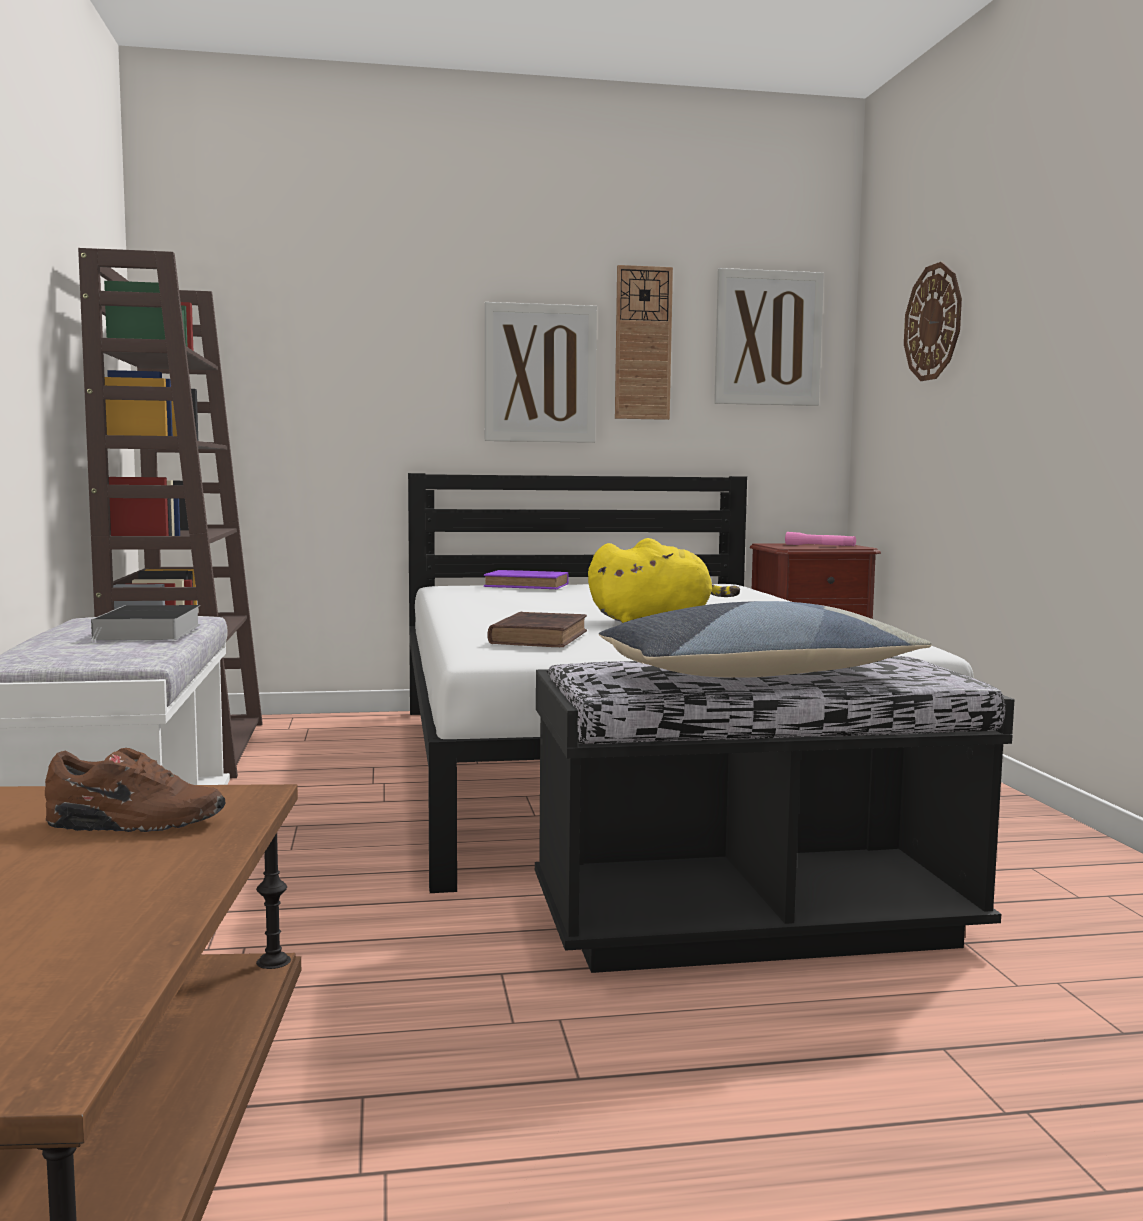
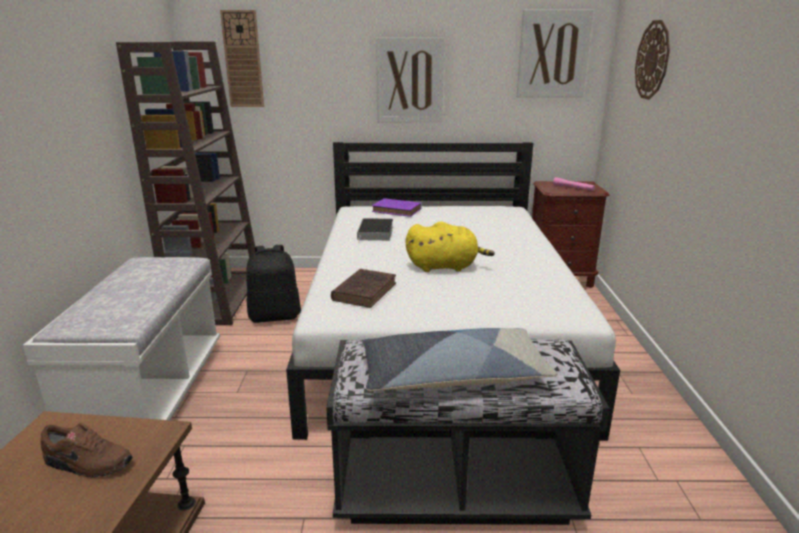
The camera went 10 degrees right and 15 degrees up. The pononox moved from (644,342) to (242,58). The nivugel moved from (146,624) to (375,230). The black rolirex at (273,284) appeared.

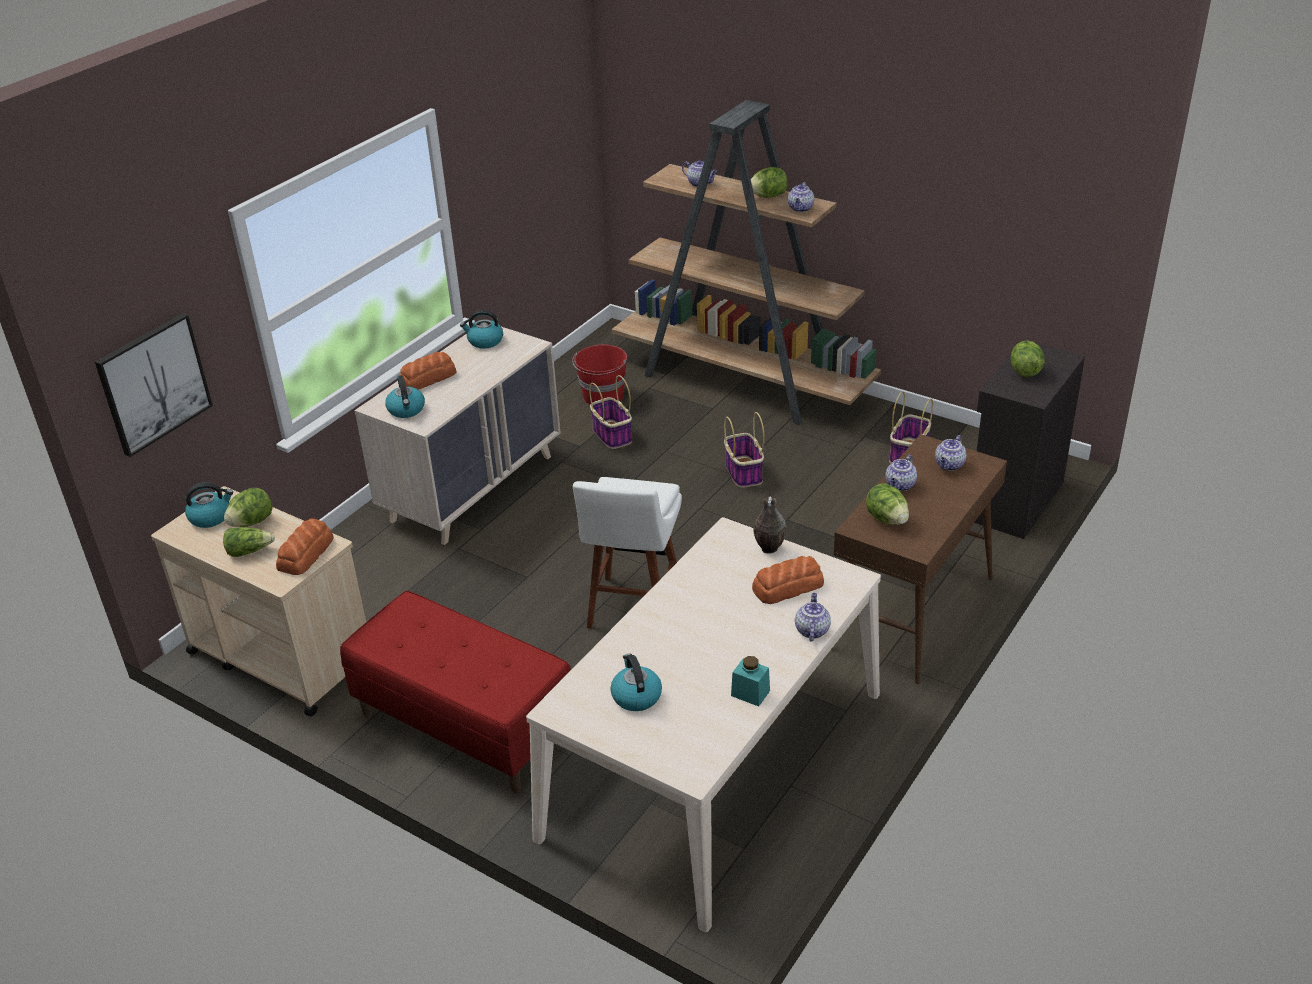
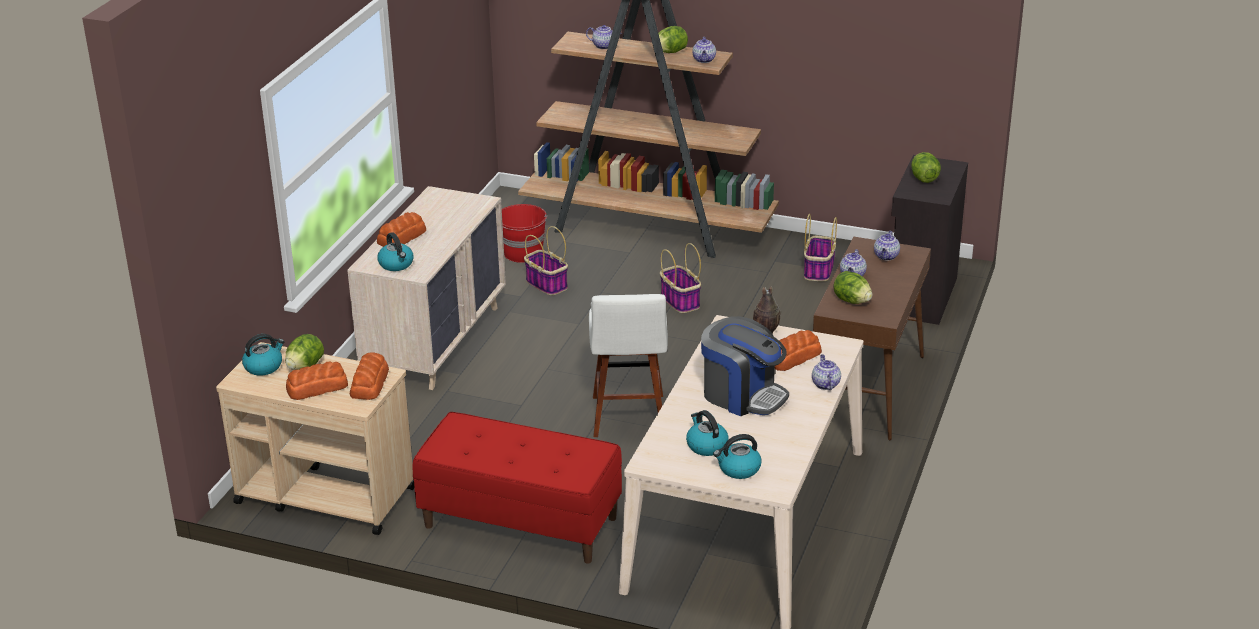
The camera went 15 degrees left and 5 degrees down. The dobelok moved from (481,329) to (737,456). The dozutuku at (154,385) disappeared. The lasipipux at (249,542) was replaced by the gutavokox at (317,380). The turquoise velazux at (750,681) disappeared. The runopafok at (745,366) appeared.

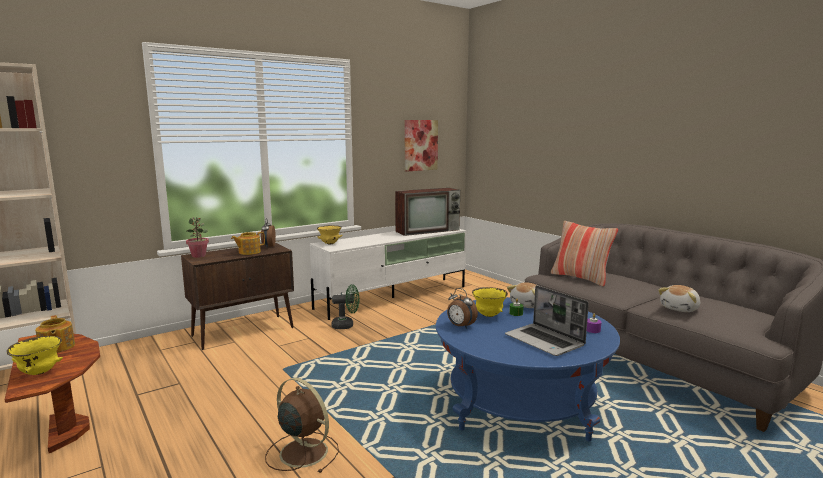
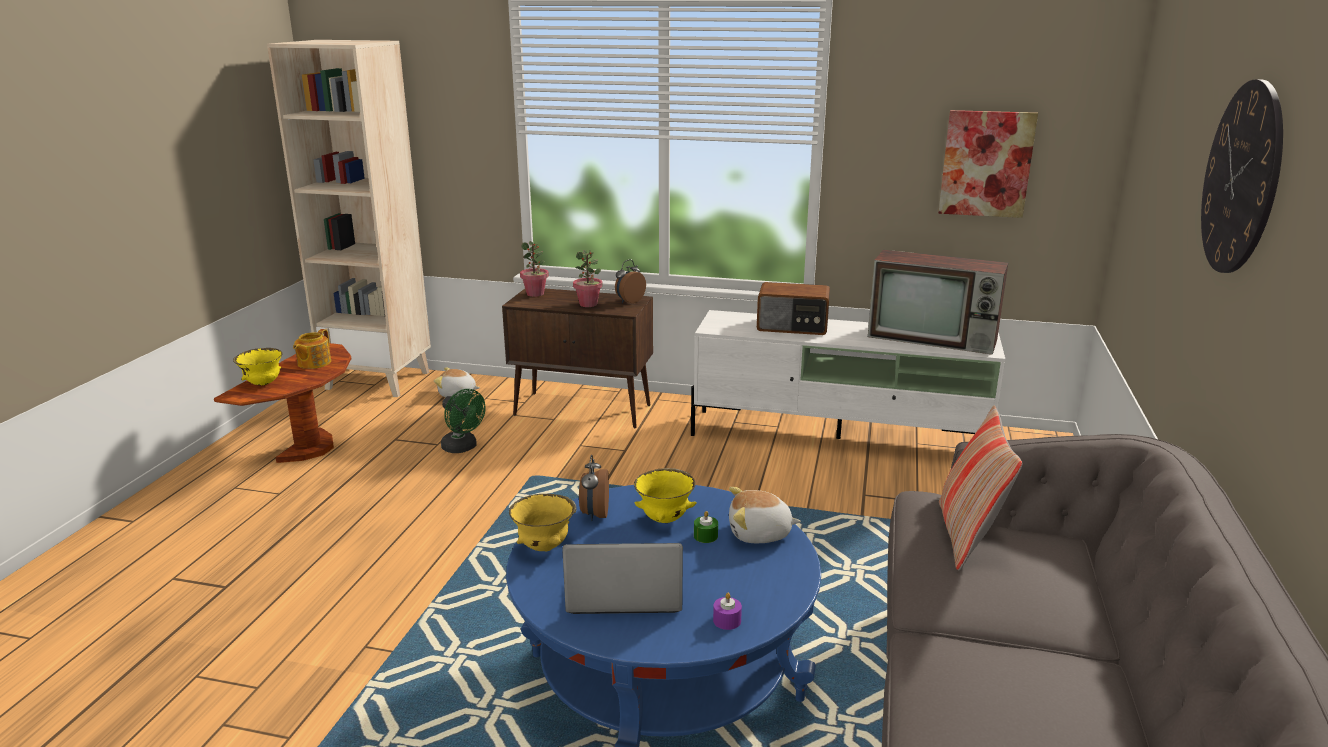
The camera went 50 degrees right and 10 degrees up. The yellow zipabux moved from (329,234) to (543,523). The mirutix at (248,243) was replaced by the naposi at (588,278). The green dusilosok moved from (345,306) to (463,421). The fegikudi at (547,320) turned 75 degrees clockwise. The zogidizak moved from (679,298) to (457,382). The brown dusilosok at (302,425) disappeared. The pononox at (1242,176) appeared. The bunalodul at (793,308) appeared.

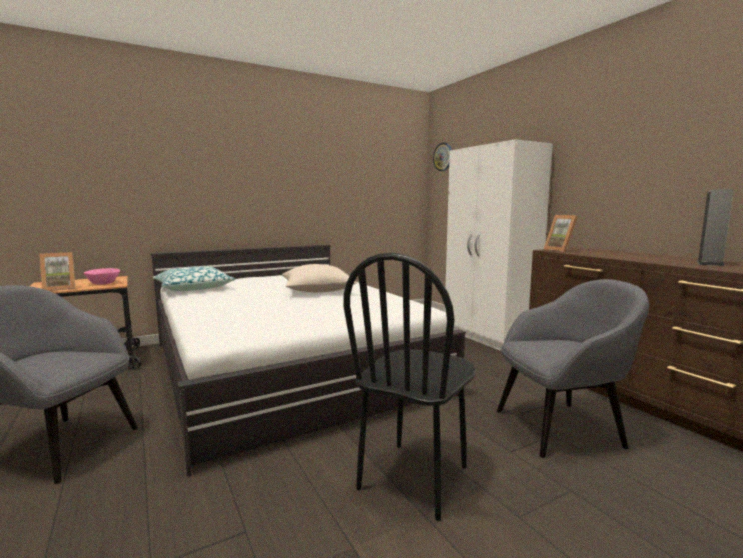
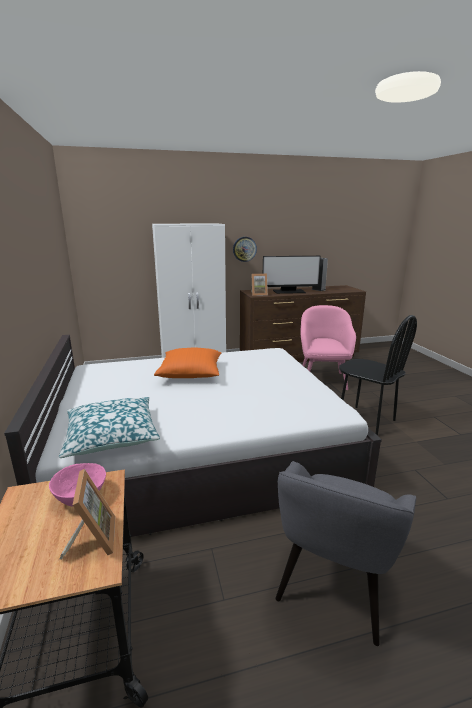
The camera went 75 degrees left and 10 degrees up. The pononox moved from (442,157) to (245,249). The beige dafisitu at (319,278) became the orange dafisitu at (188,363). The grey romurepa at (573,368) became the pink romurepa at (328,347). The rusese at (291,275) appeared.

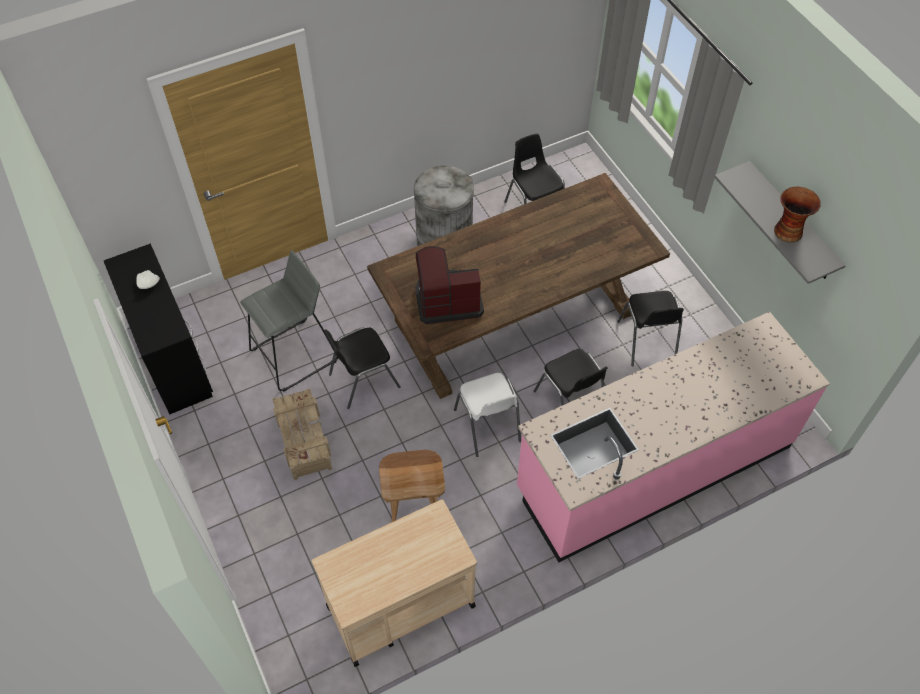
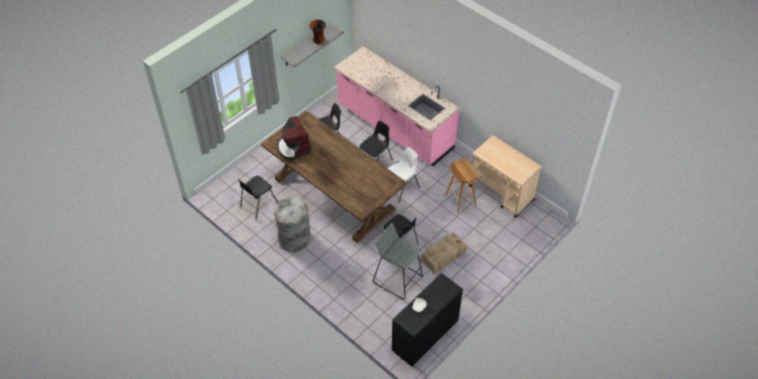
The camera went 110 degrees left and 5 degrees down. The runopafok moved from (450,285) to (294,138).

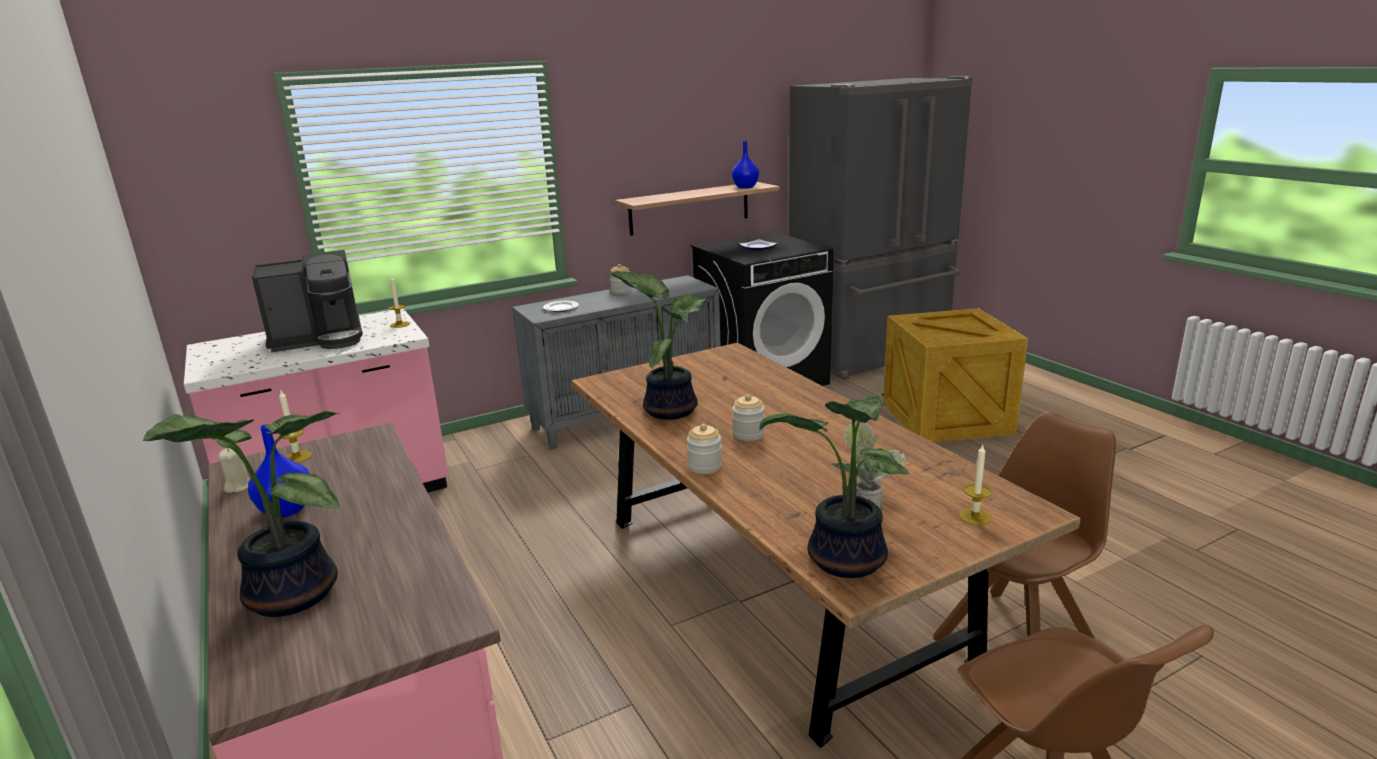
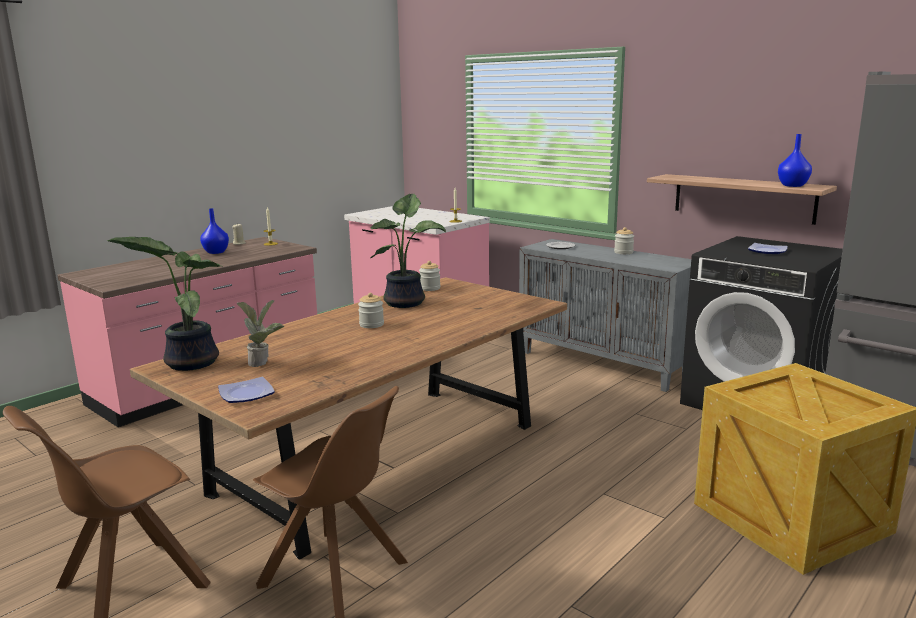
The camera went 70 degrees right and 5 degrees down. The runopafok at (307,301) disappeared. The naposi at (241,514) disappeared. The velazux moved from (704,449) to (429,276). The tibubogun at (975,485) was replaced by the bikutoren at (246,390).

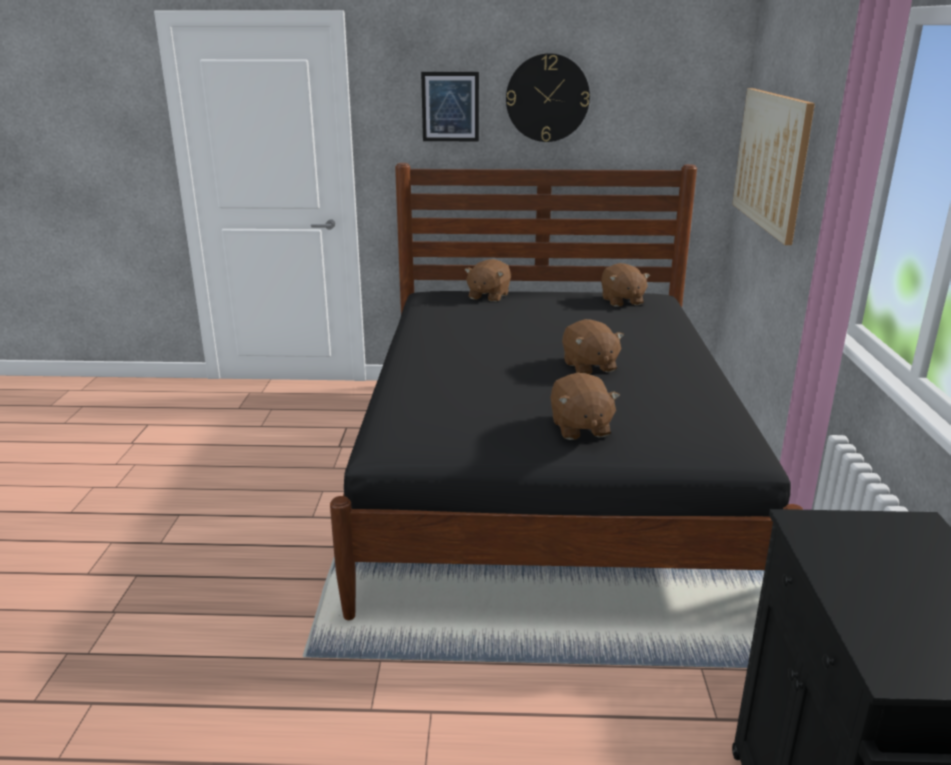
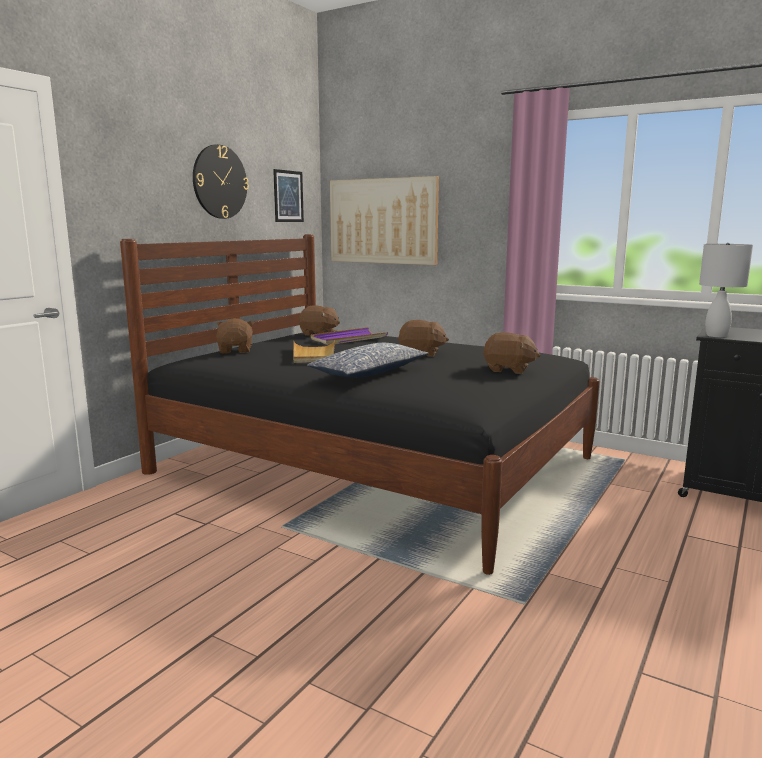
The camera went 60 degrees left and 10 degrees down. The dozutuku moved from (450,106) to (288,195). The brown zogidizak at (487,280) turned 150 degrees counterclockwise. The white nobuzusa at (726,290) appeared. The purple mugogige at (349,336) appeared. The beige mugogige at (314,351) appeared. The dafisitu at (368,360) appeared.

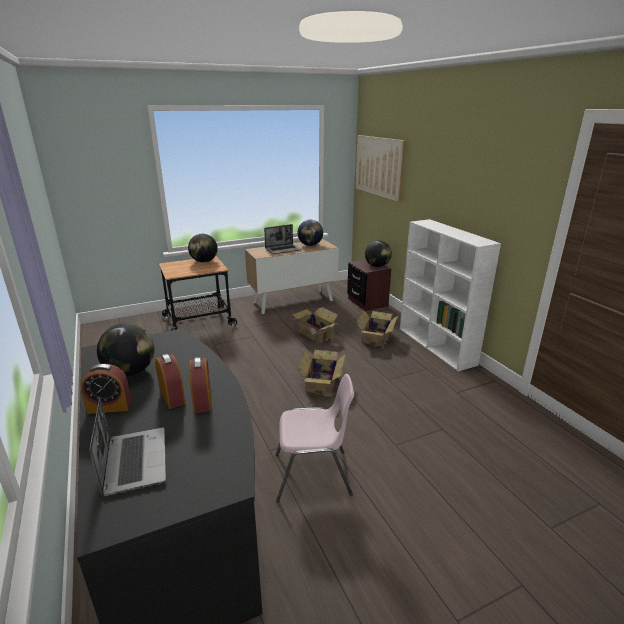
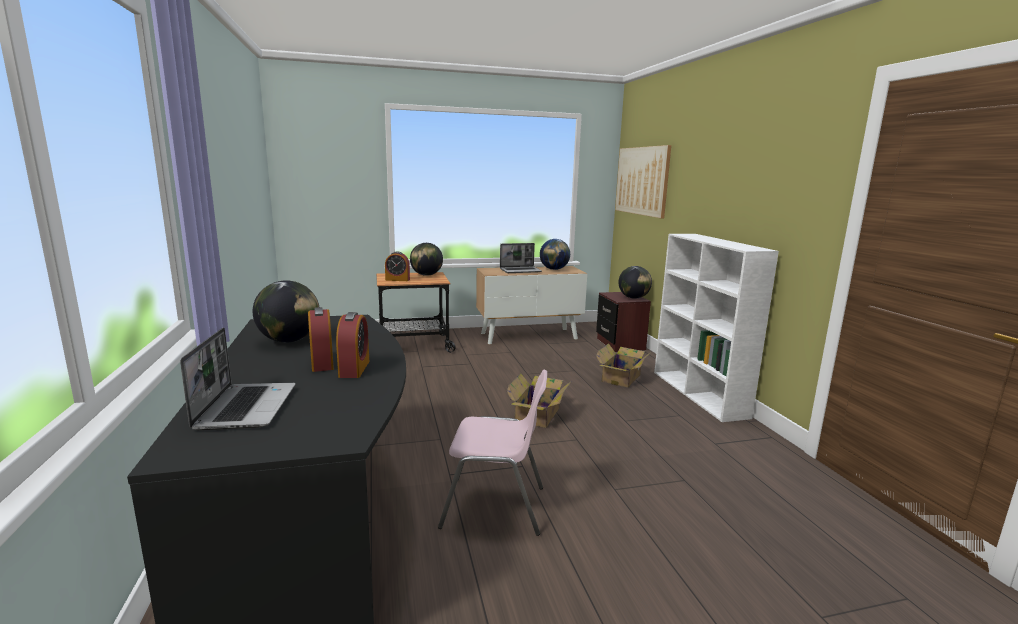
The camera went 10 degrees right and 10 degrees down. The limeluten at (316,327) disappeared. The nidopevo moved from (106,389) to (397,266).

